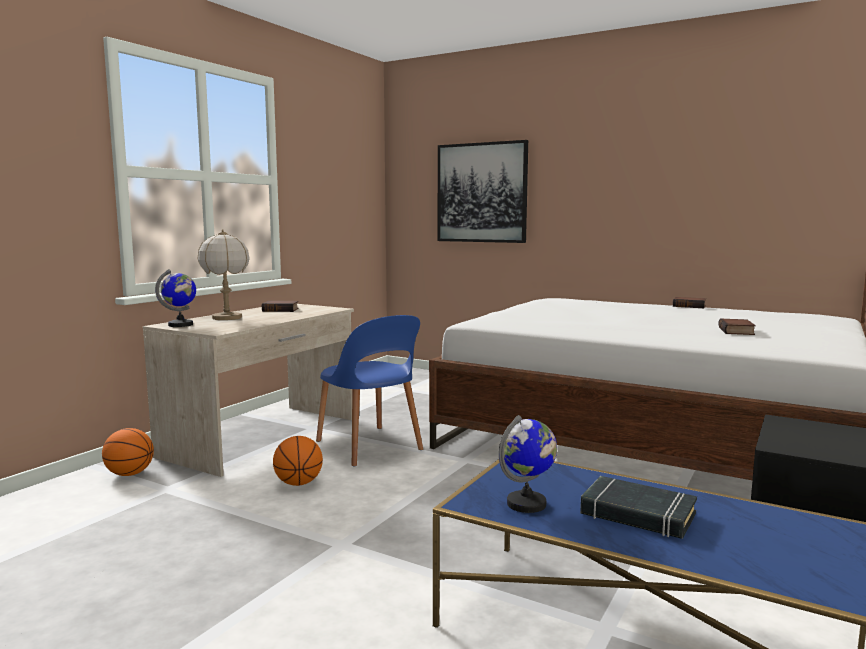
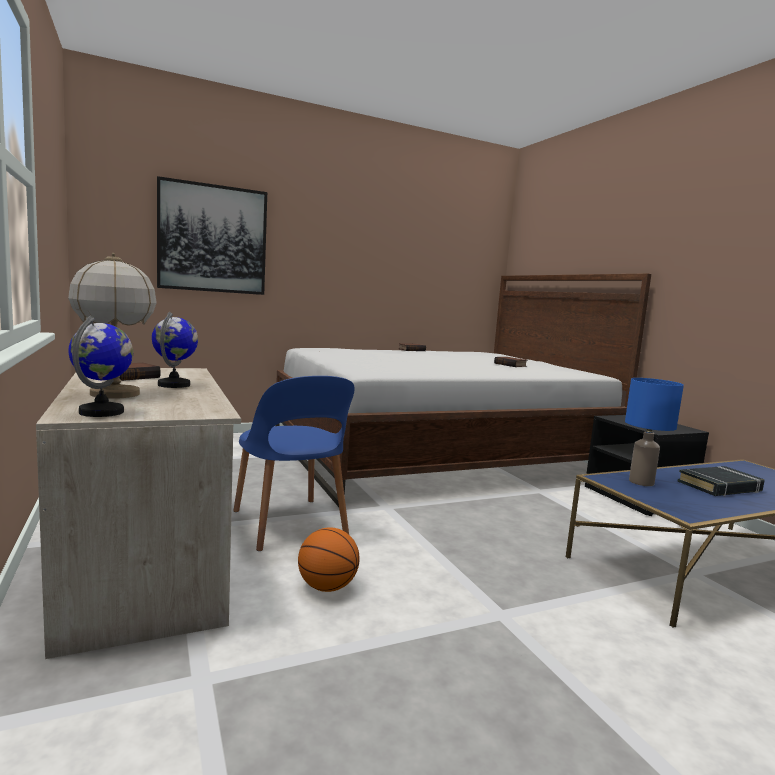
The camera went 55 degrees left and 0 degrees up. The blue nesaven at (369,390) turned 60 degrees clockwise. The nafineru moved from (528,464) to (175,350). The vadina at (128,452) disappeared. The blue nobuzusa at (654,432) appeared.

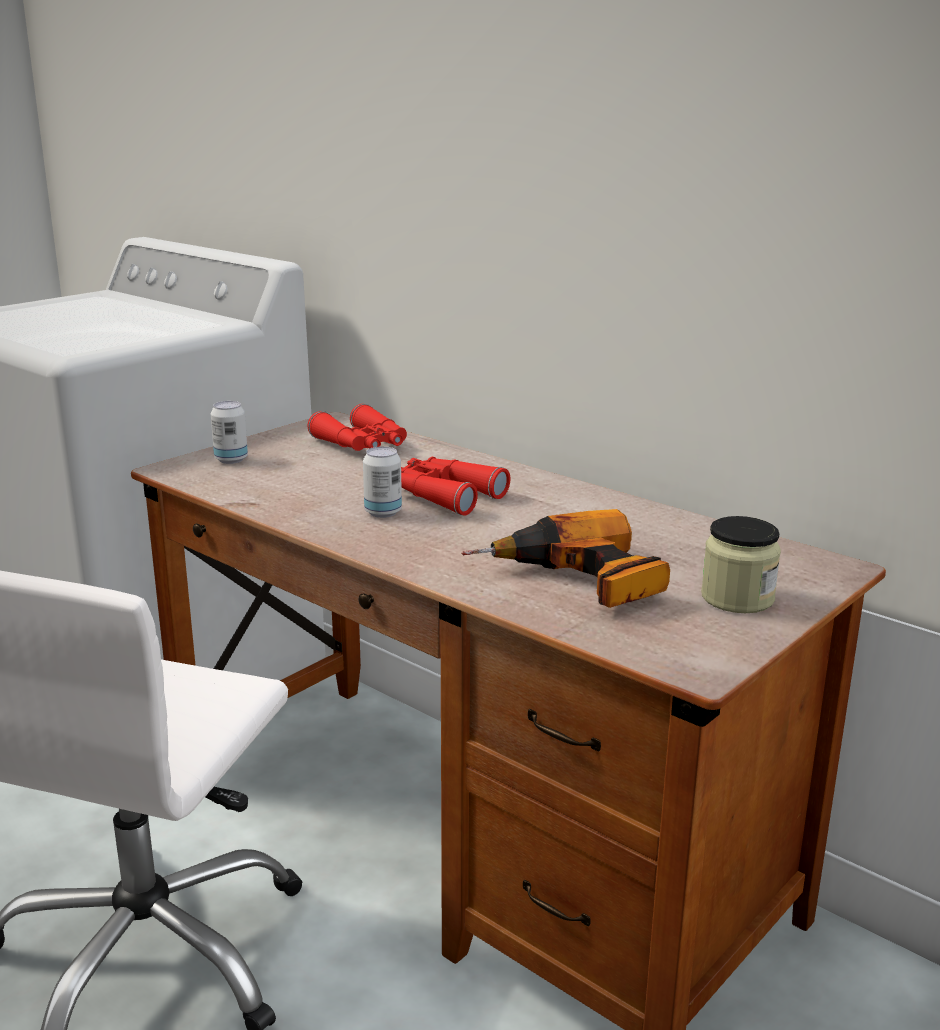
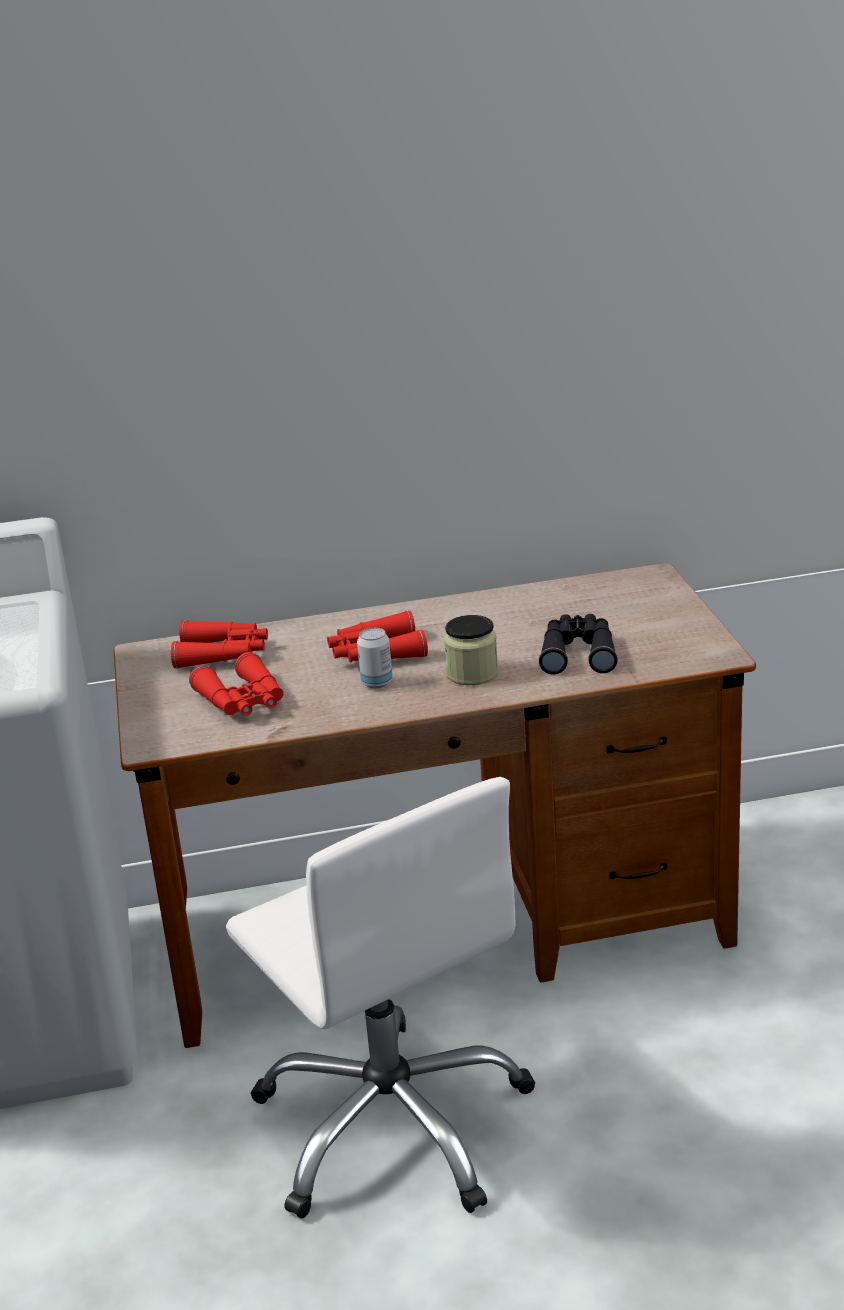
The camera went 50 degrees left and 5 degrees up. The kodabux at (229,432) disappeared. The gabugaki at (565,558) was replaced by the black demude at (578,644). The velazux moved from (741,564) to (471,650). The red demude at (236,684) appeared.

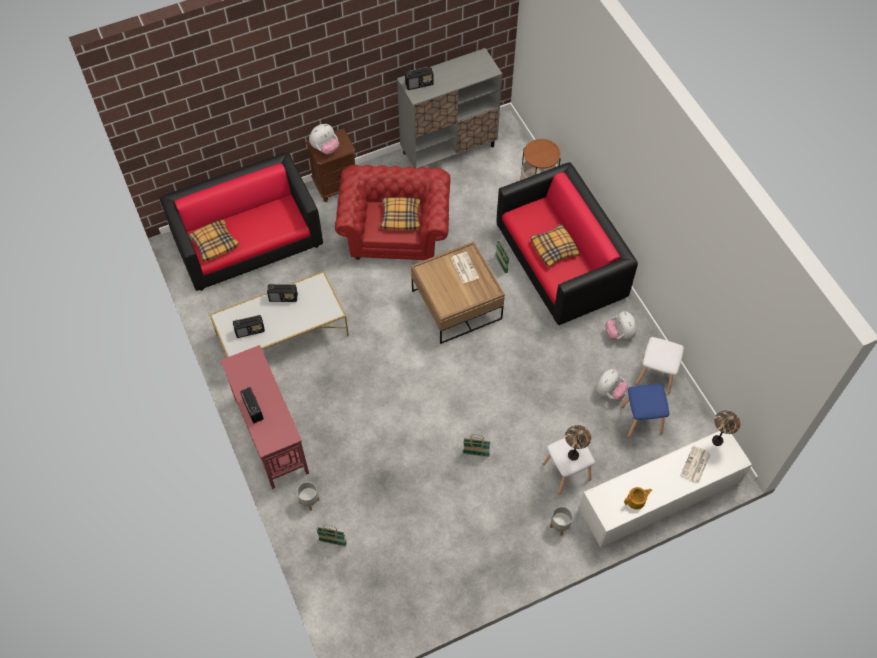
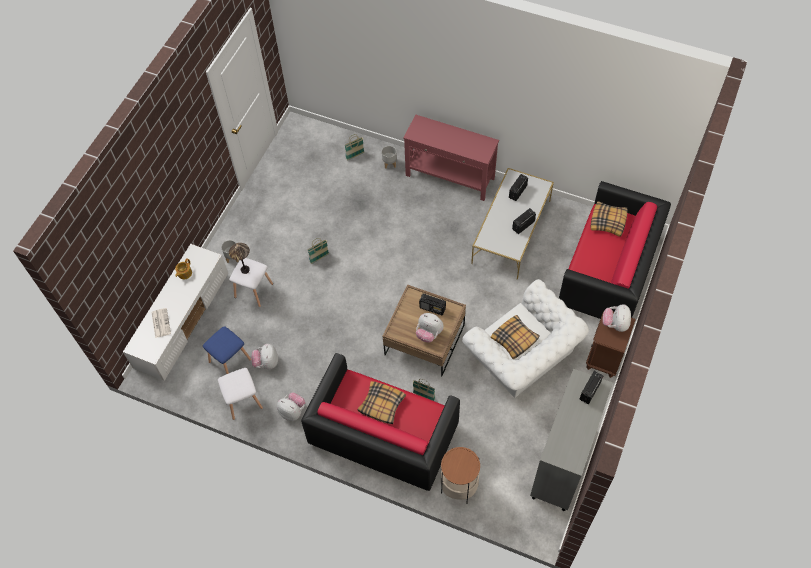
The camera went 140 degrees right and 0 degrees up. The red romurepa at (392,212) became the white romurepa at (525,338). The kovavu at (465,267) was replaced by the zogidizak at (430,328). The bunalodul moved from (252,405) to (432,304). The nobuzusa at (726,428) disappeared.

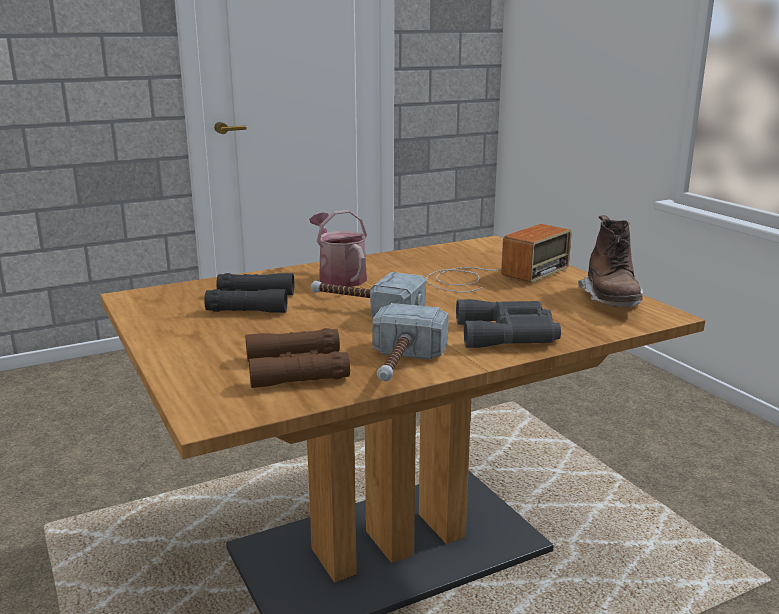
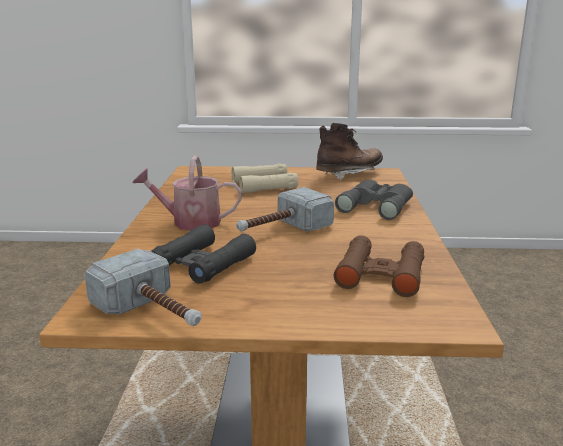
The camera went 60 degrees left and 0 degrees up. The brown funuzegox at (610,261) turned 60 degrees counterclockwise. The bunalodul at (499,258) was replaced by the beige demude at (265,178). The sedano moved from (410,342) to (143,287).

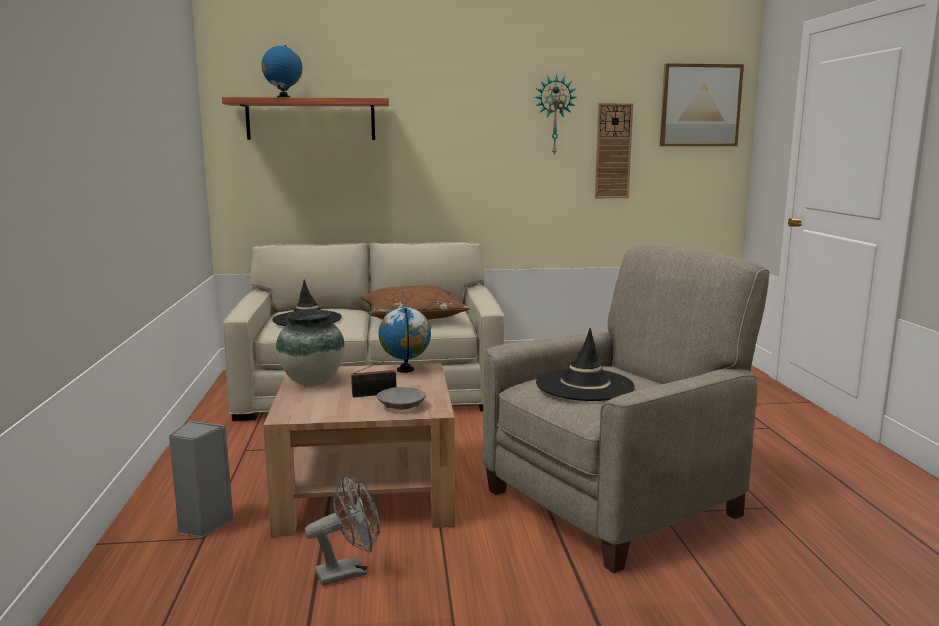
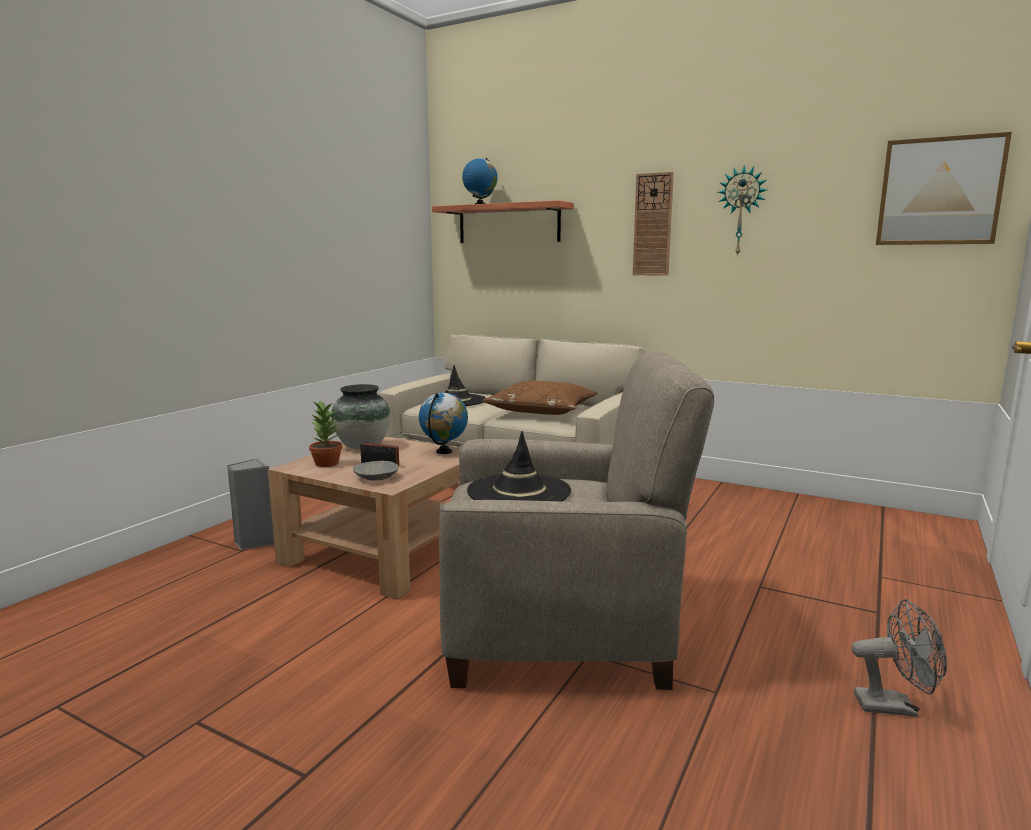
The camera went 35 degrees right and 0 degrees up. The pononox moved from (614,150) to (653,224). The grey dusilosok moved from (342,530) to (899,658). The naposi at (325,434) appeared.

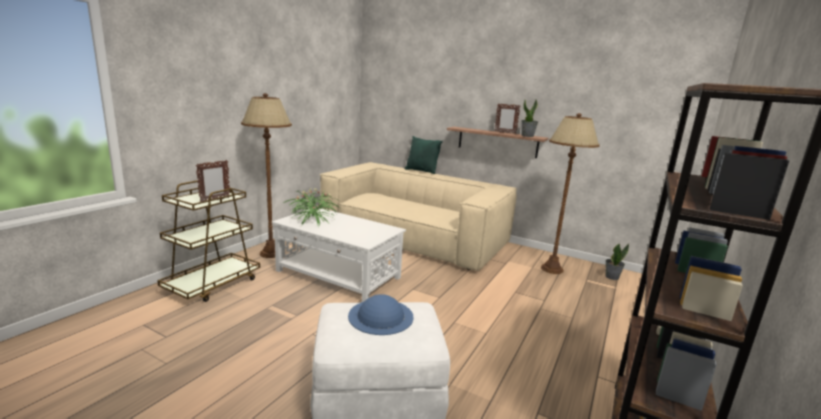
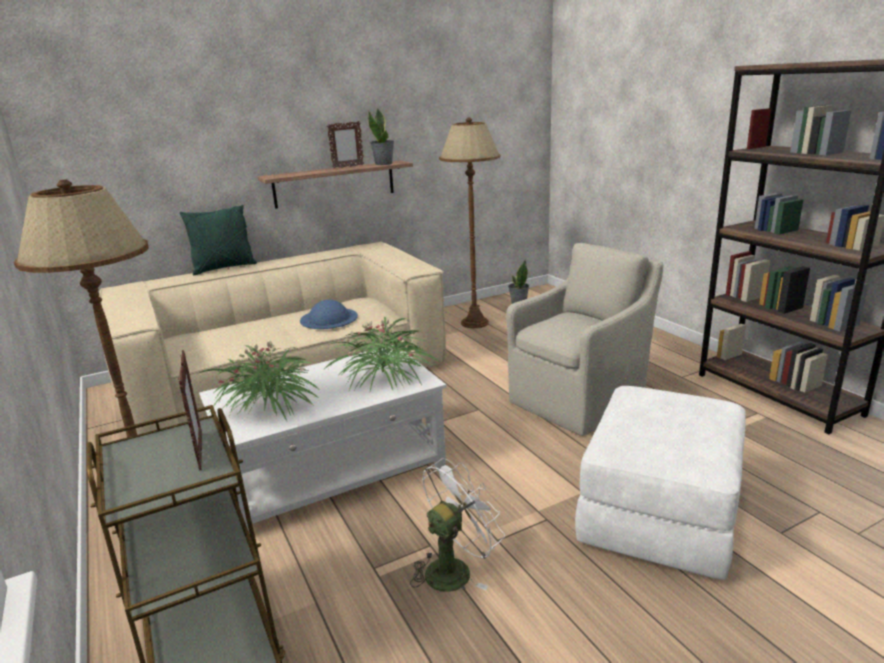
The camera went 55 degrees left and 5 degrees up. The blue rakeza moved from (381,314) to (329,314). The beige romurepa at (584,339) appeared. The naposi at (380,354) appeared. The white dusilosok at (457,525) appeared.

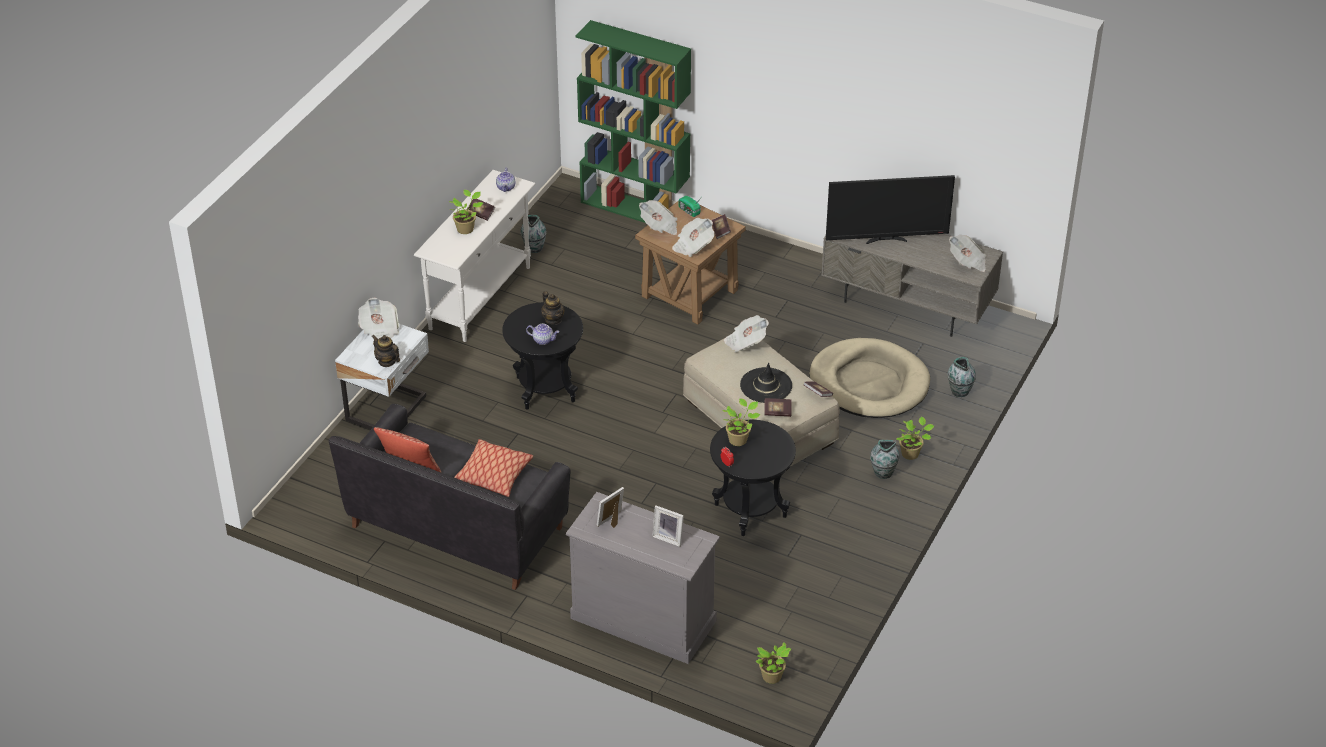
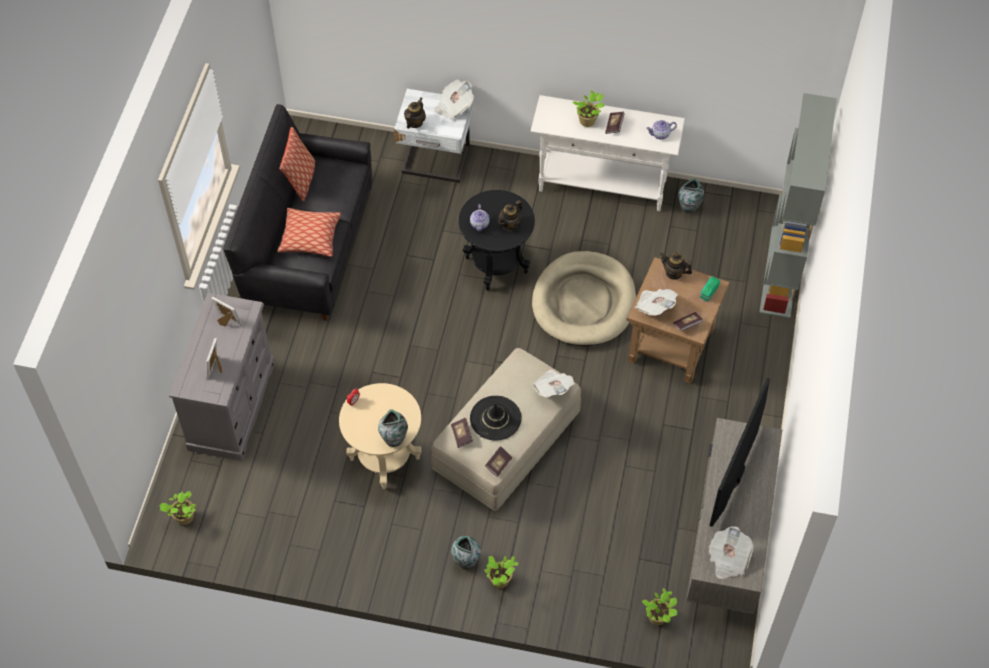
The camera went 75 degrees right and 15 degrees up. The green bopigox at (633,121) became the grey bopigox at (798,205). The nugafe at (890,209) turned 45 degrees clockwise. The kovavu at (658,217) was replaced by the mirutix at (676,266). The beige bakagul moved from (869,378) to (584,298). The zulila moved from (961,377) to (393,428). The naposi moved from (741,422) to (659,606). The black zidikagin at (753,478) became the beige zidikagin at (380,436).

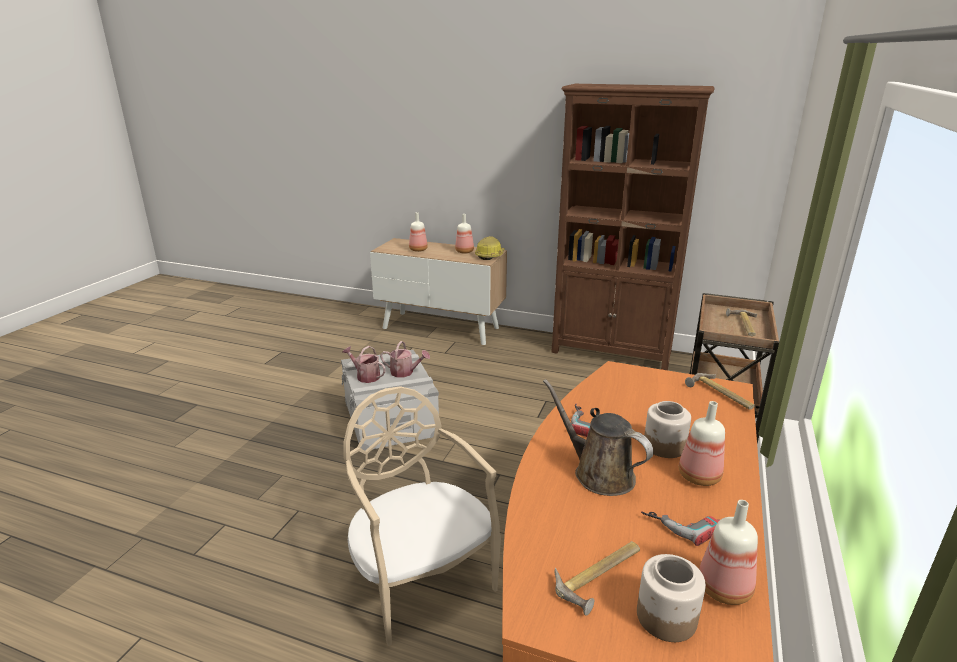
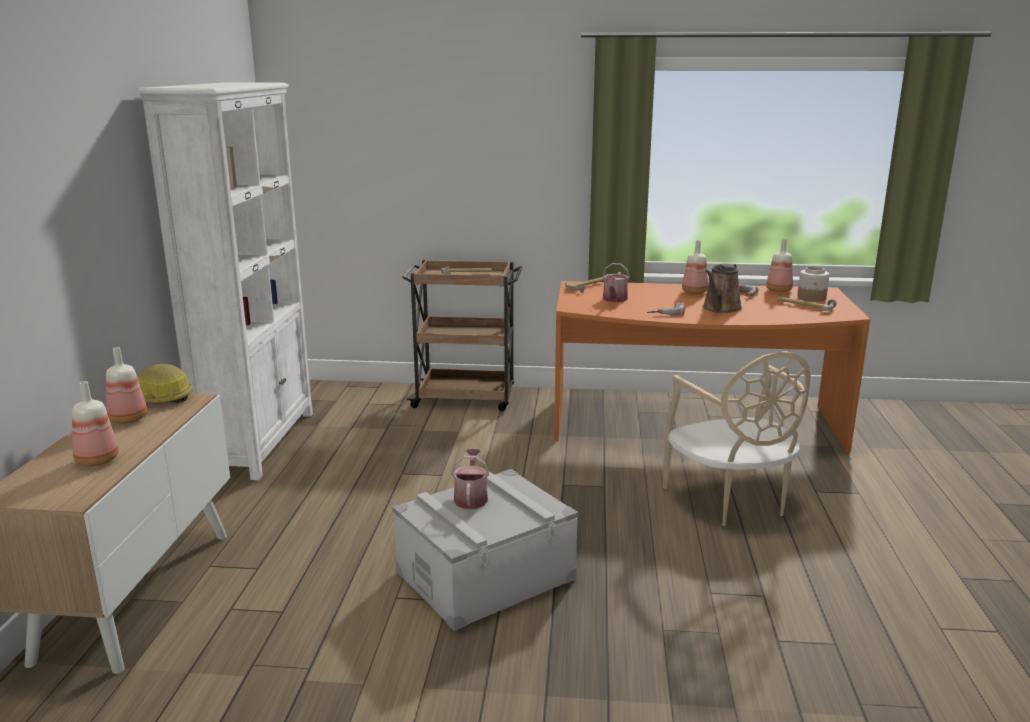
The camera went 105 degrees left and 5 degrees down. The brown bopigox at (633,227) became the white bopigox at (225,281). The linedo moved from (364,364) to (616,282). The beige nesaven at (422,516) turned 60 degrees counterclockwise. The velazux at (667,429) disappeared.

